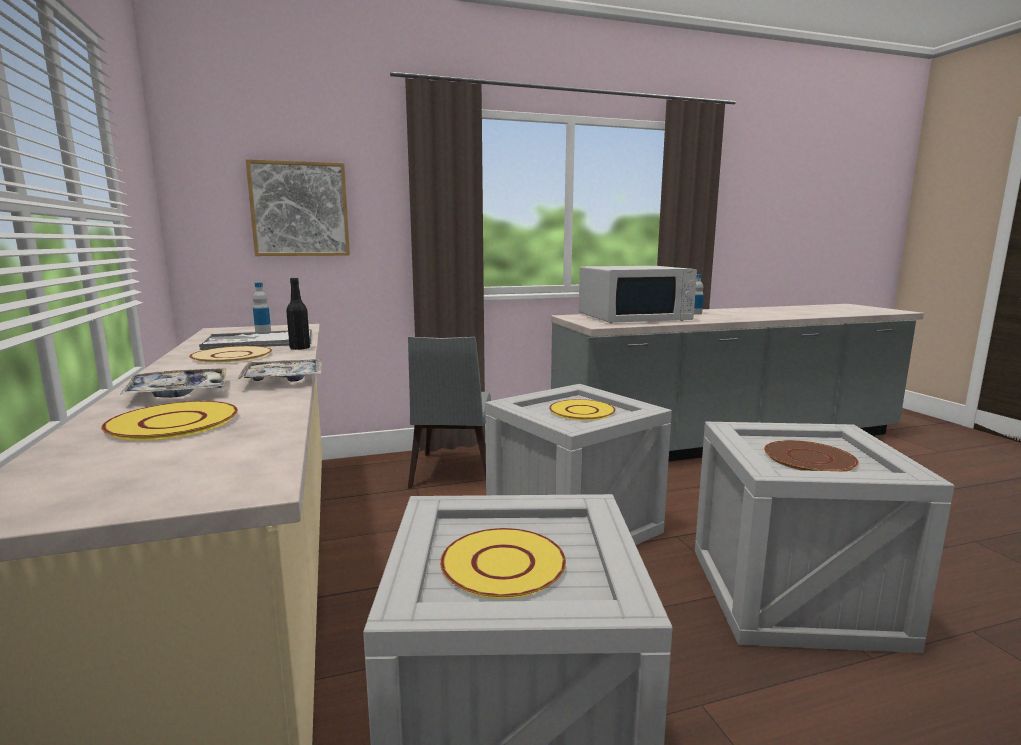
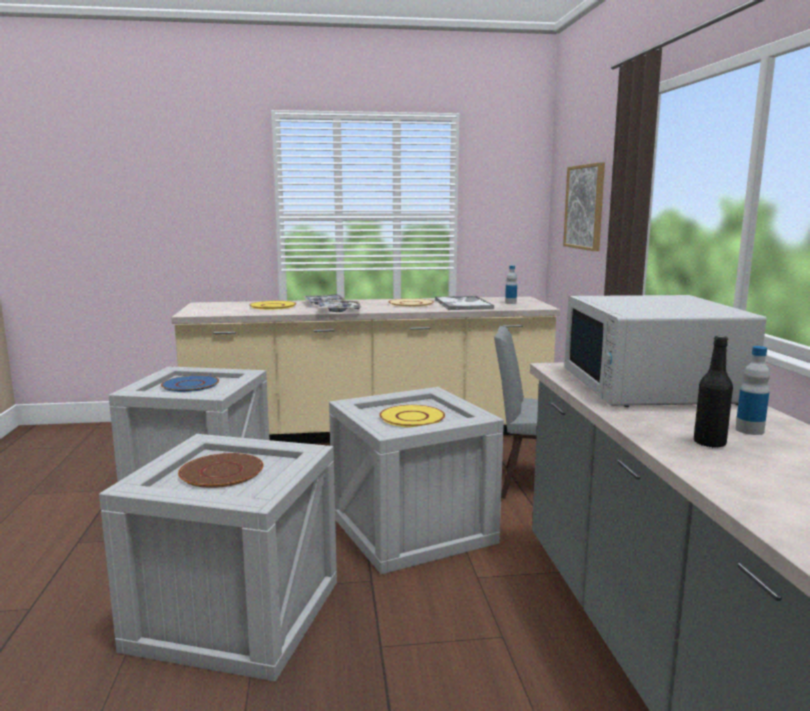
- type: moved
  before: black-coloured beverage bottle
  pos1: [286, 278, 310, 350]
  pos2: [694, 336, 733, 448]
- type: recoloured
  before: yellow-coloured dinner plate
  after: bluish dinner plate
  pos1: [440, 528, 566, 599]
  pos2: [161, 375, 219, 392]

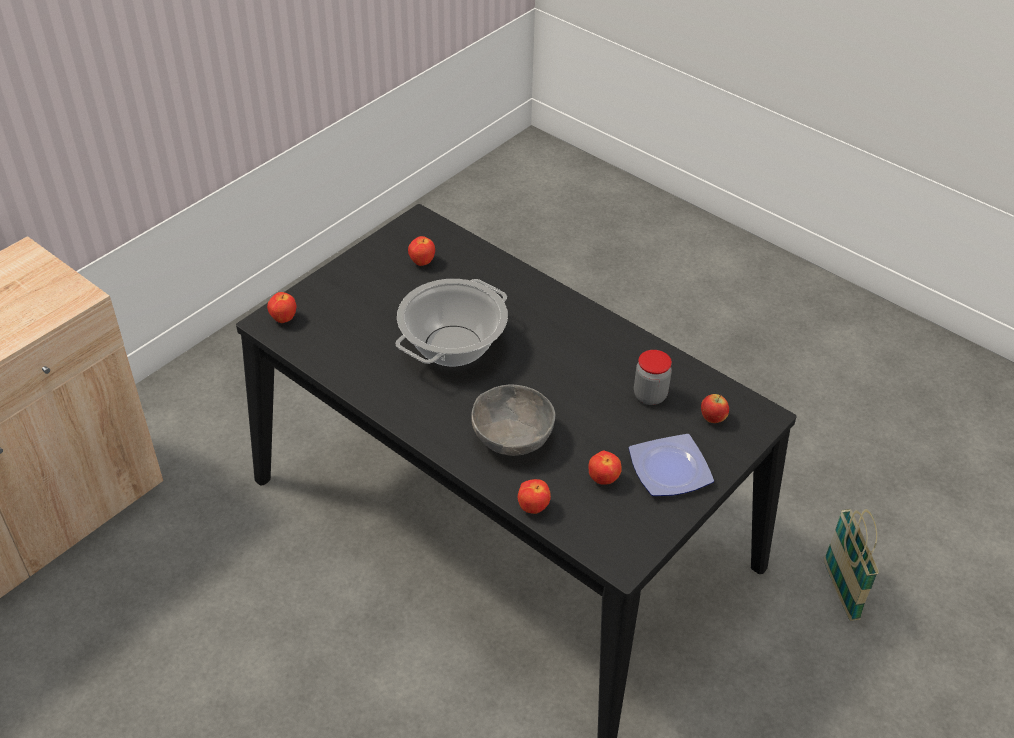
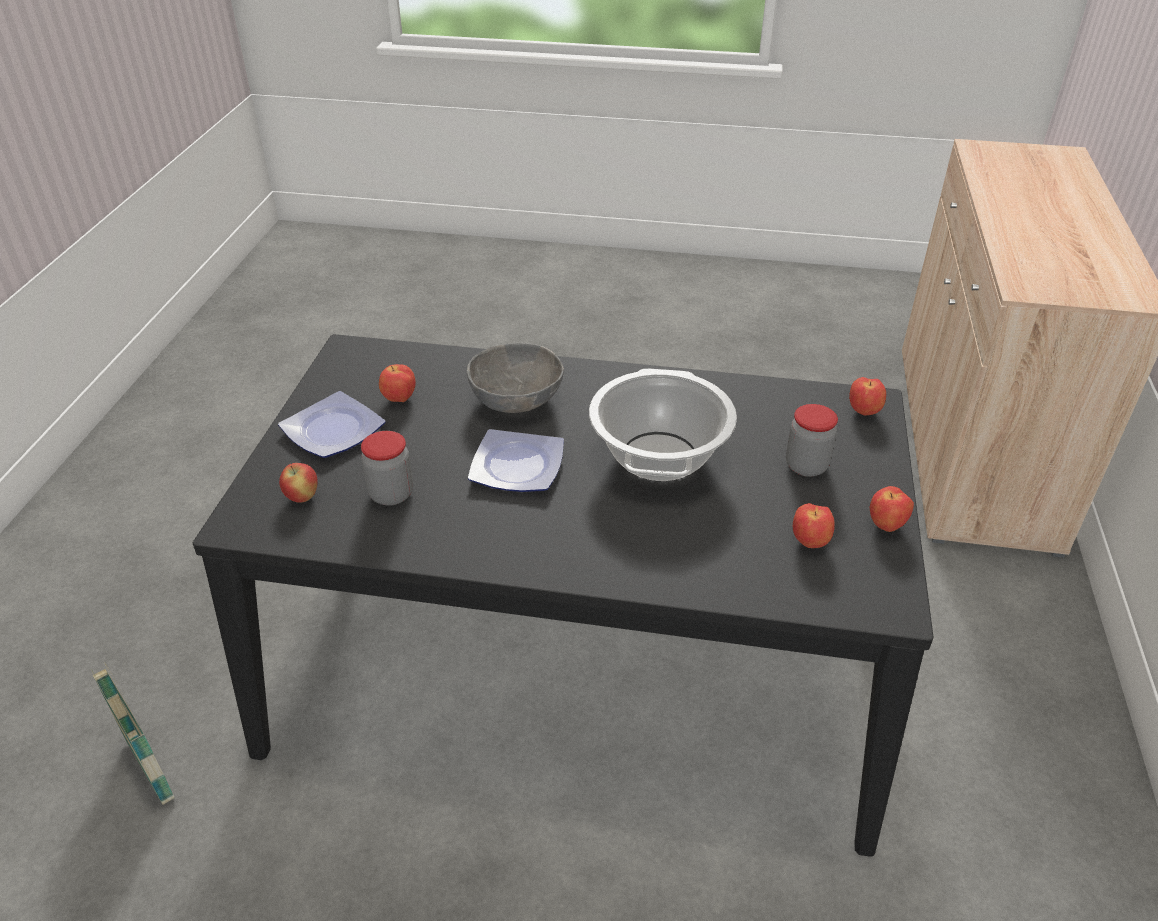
- type: moved
  before: apple fruit
  pos1: [518, 479, 551, 514]
  pos2: [870, 486, 914, 532]
- type: added
  after: storage jar
  pos2: [786, 404, 838, 477]
- type: added
  after: dinner plate
  pos2: [468, 429, 564, 492]

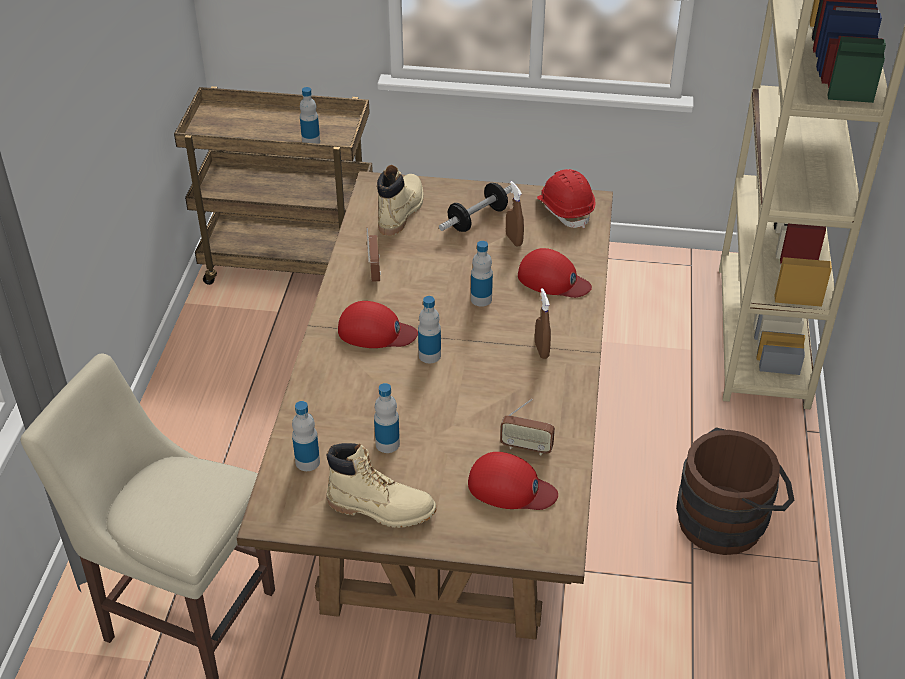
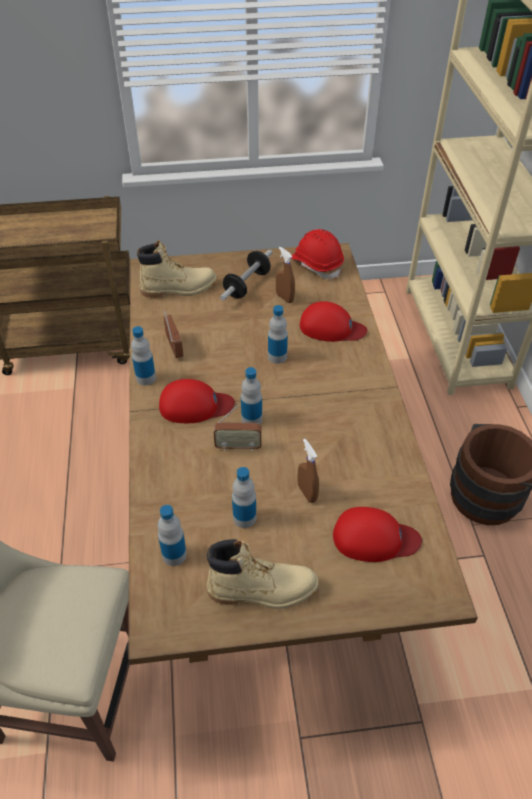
- type: moved
  before: beverage bottle
  pos1: [300, 87, 320, 144]
  pos2: [131, 326, 156, 385]
- type: turned
  before: beige-coloured high-top boot
  pos1: [377, 165, 423, 236]
  pos2: [137, 240, 217, 298]
  turn: 75
- type: moved
  before: brown-coloured sprayer
  pos1: [535, 288, 551, 359]
  pos2: [297, 439, 319, 503]
- type: moved
  before: radio
  pos1: [500, 399, 555, 455]
  pos2: [214, 405, 262, 451]

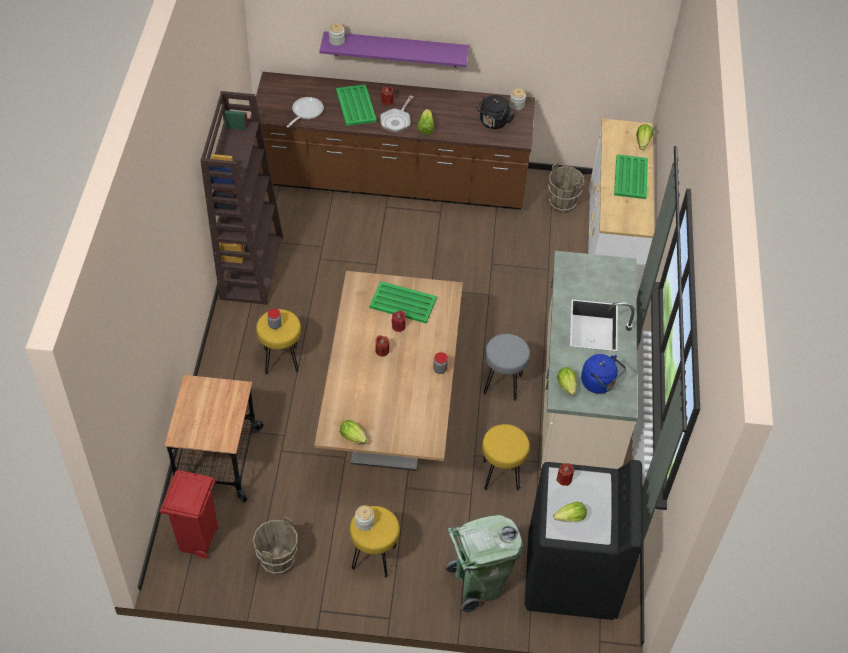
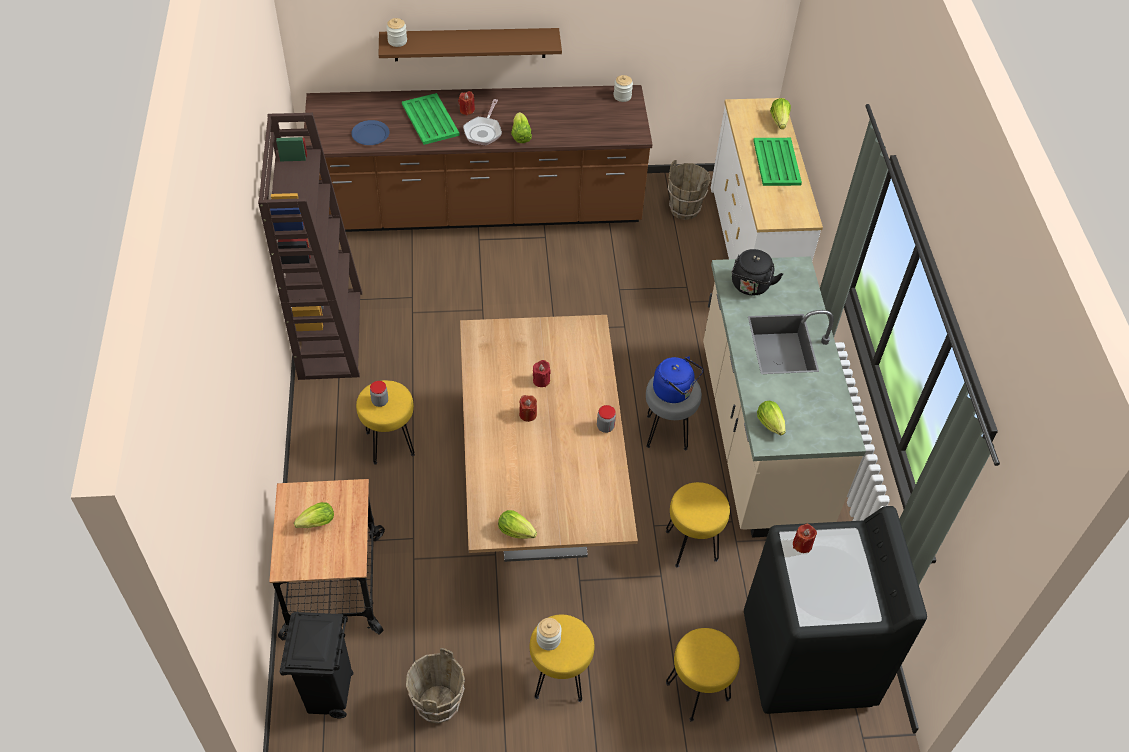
- type: recoloured
  before: purple-coloured shelf
  after: brown-coloured shelf
  pos1: [319, 31, 469, 67]
  pos2: [379, 28, 562, 61]
- type: moved
  before: black-coloured kettle
  pos1: [476, 95, 514, 129]
  pos2: [732, 249, 783, 295]
- type: replaced
  before: skillet
  after: bluish dinner plate
  pos1: [286, 97, 324, 128]
  pos2: [351, 120, 389, 145]
- type: removed
  before: green serving tray
  pos1: [369, 281, 437, 323]
- type: moved
  before: bluish kettle
  pos1: [581, 354, 626, 394]
  pos2: [653, 356, 703, 403]
- type: recoloured
  before: reddish rubbish bin
  after: black-coloured rubbish bin
  pos1: [160, 470, 219, 559]
  pos2: [280, 612, 354, 719]
- type: moved
  before: head of lettuce
  pos1: [554, 502, 587, 522]
  pos2: [294, 502, 334, 528]
- type: replaced
  before: green rubbish bin
  after: yellow-coloured stool seat
  pos1: [445, 515, 523, 613]
  pos2: [666, 628, 740, 722]

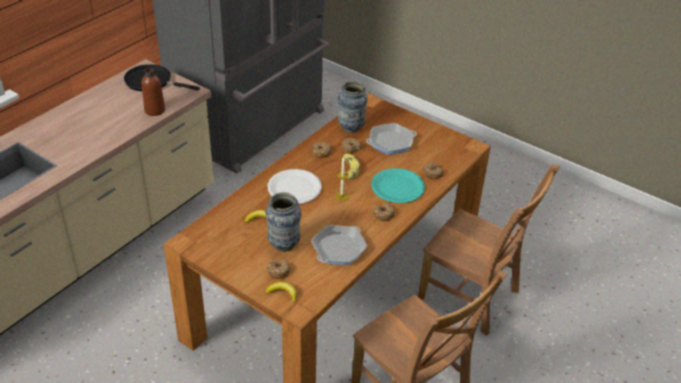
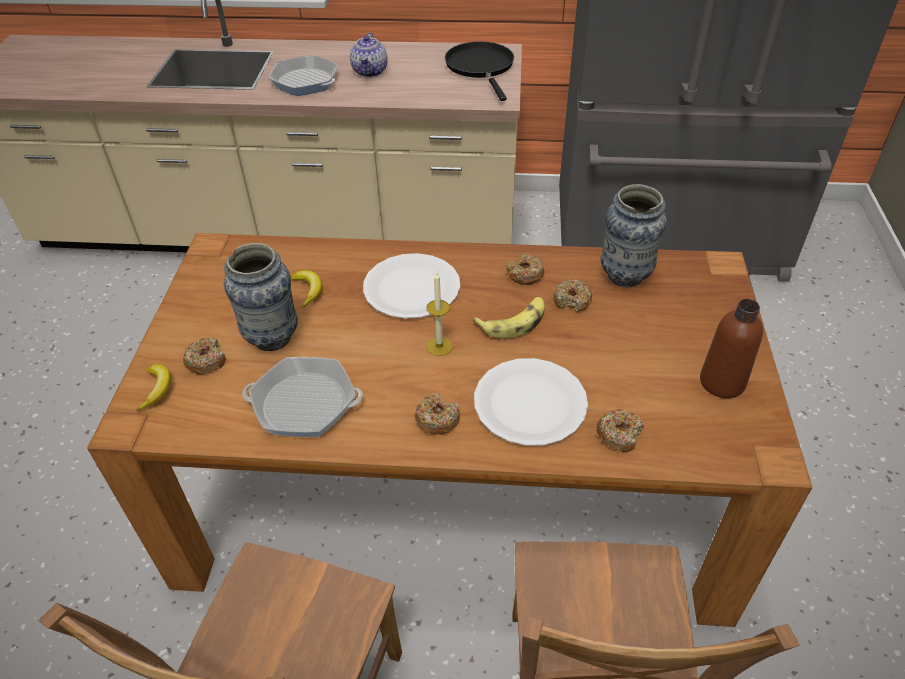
- type: moved
  before: brown-coloured beverage bottle
  pos1: [142, 68, 165, 116]
  pos2: [700, 299, 763, 398]
- type: moved
  before: skillet
  pos1: [366, 123, 417, 155]
  pos2: [269, 55, 338, 96]
- type: recoloured
  before: turquoise dinner plate
  after: white dinner plate
  pos1: [371, 168, 425, 203]
  pos2: [474, 358, 588, 446]
- type: added
  after: teapot
  pos2: [350, 32, 388, 77]

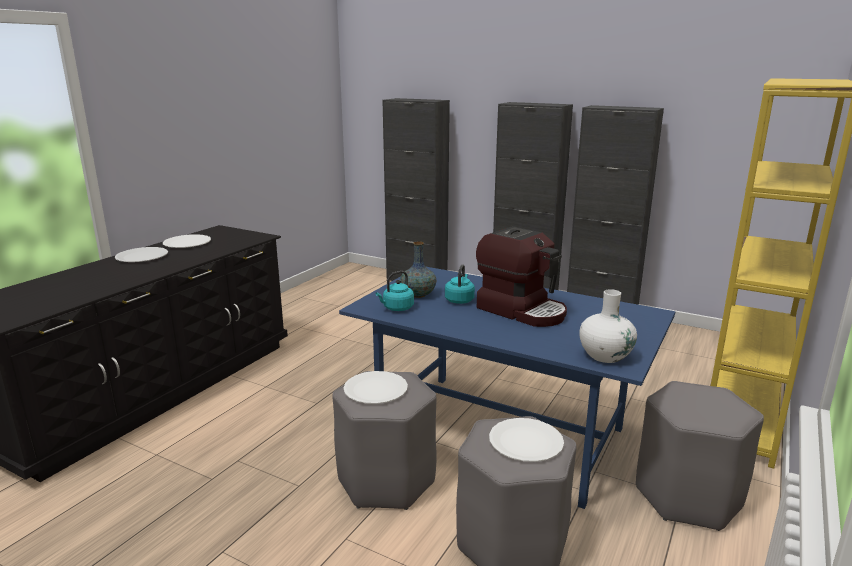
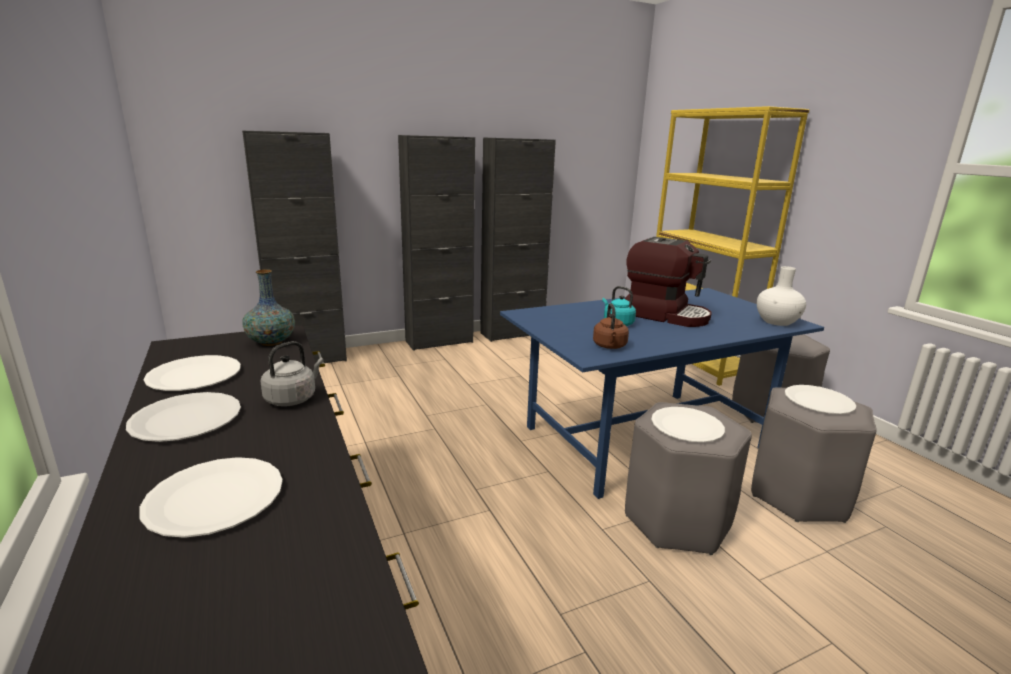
- type: turned
  before: coffee brewer
  pos1: [476, 226, 567, 327]
  pos2: [625, 237, 712, 327]
  turn: 45
- type: moved
  before: decorative vase
  pos1: [400, 241, 436, 298]
  pos2: [242, 269, 295, 346]
- type: recoloured
  before: turquoise kettle
  after: brown-coloured kettle
  pos1: [375, 271, 414, 311]
  pos2: [593, 303, 629, 349]
- type: added
  after: greyish kettle
  pos2: [260, 341, 324, 406]
- type: added
  after: white dinner plate
  pos2: [139, 457, 283, 538]

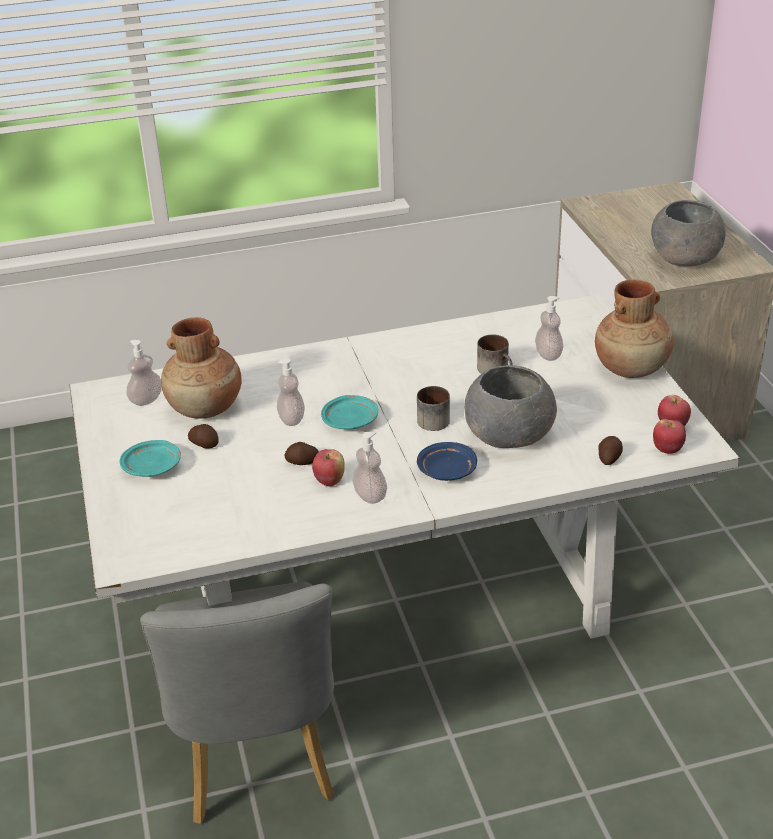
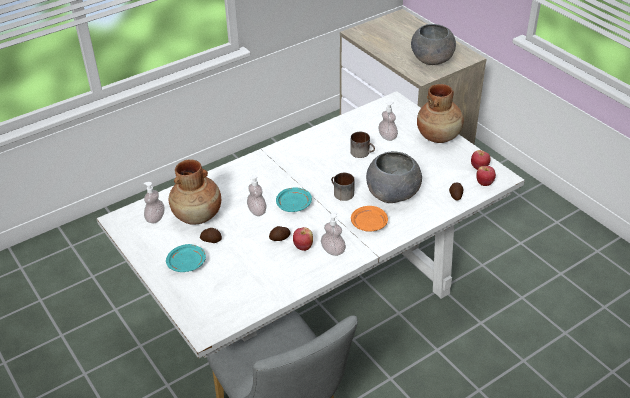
- type: recoloured
  before: bluish dinner plate
  after: orange-coloured dinner plate
  pos1: [417, 442, 477, 481]
  pos2: [351, 206, 388, 232]

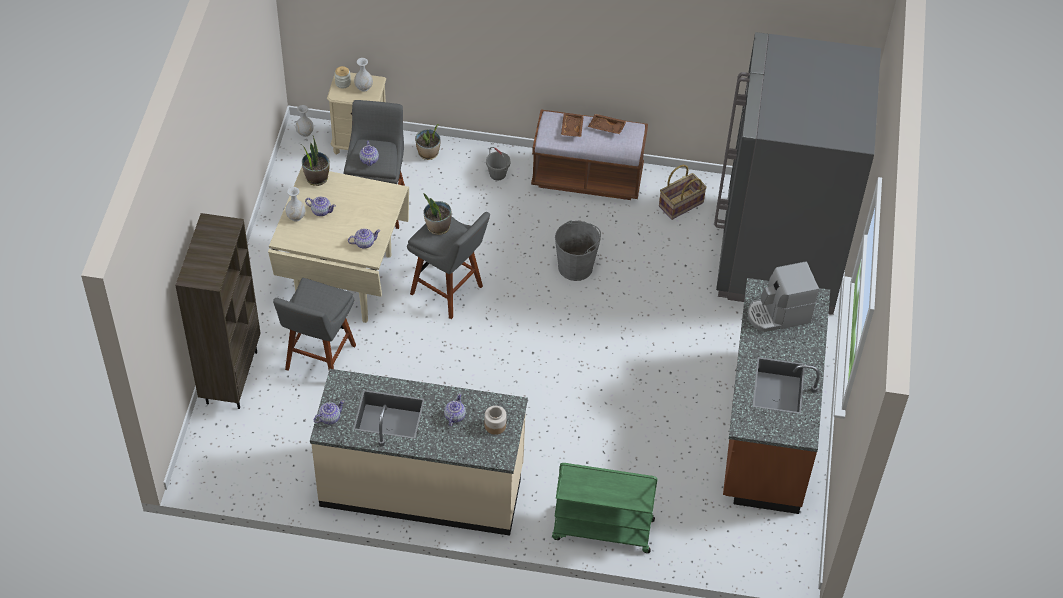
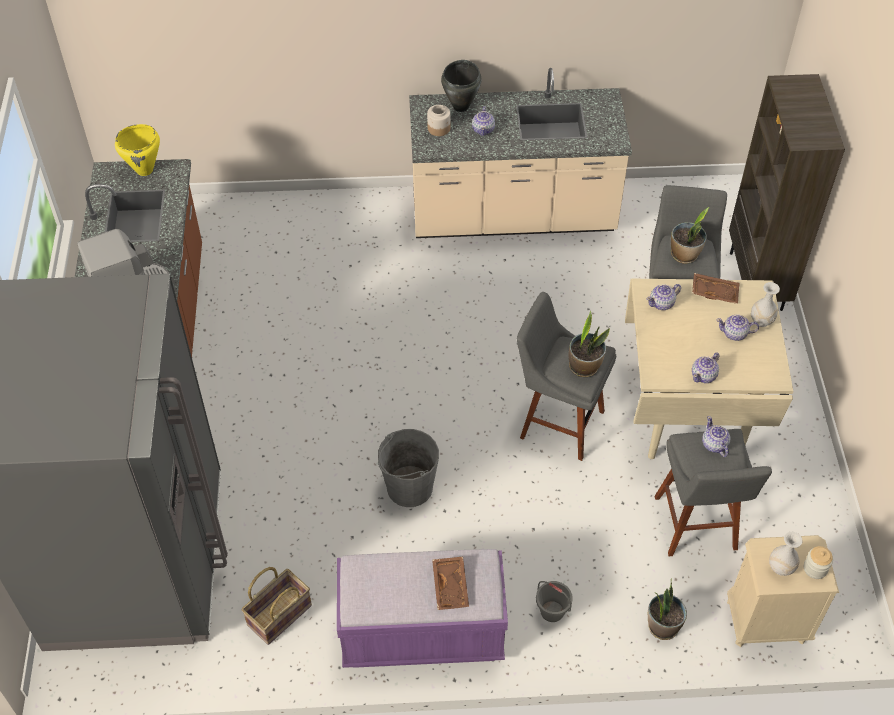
- type: removed
  before: white decorative vase
  pos1: [296, 105, 314, 137]
- type: recoloured
  before: brown-coloured long seat
  after: purple-coloured long seat
  pos1: [531, 109, 648, 200]
  pos2: [337, 549, 508, 668]
- type: moved
  before: brown-coloured serving tray
  pos1: [588, 114, 627, 134]
  pos2: [692, 273, 740, 304]
- type: moved
  before: houseplant
  pos1: [302, 136, 330, 186]
  pos2: [671, 207, 709, 264]
- type: moved
  before: teapot
  pos1: [314, 400, 345, 424]
  pos2: [692, 352, 720, 383]
- type: removed
  before: green cart
  pos1: [552, 463, 657, 553]
- type: added
  after: black-coloured saucepot
  pos2: [441, 60, 482, 112]
- type: added
  after: yellow-coloured saucepot
  pos2: [115, 124, 160, 176]

